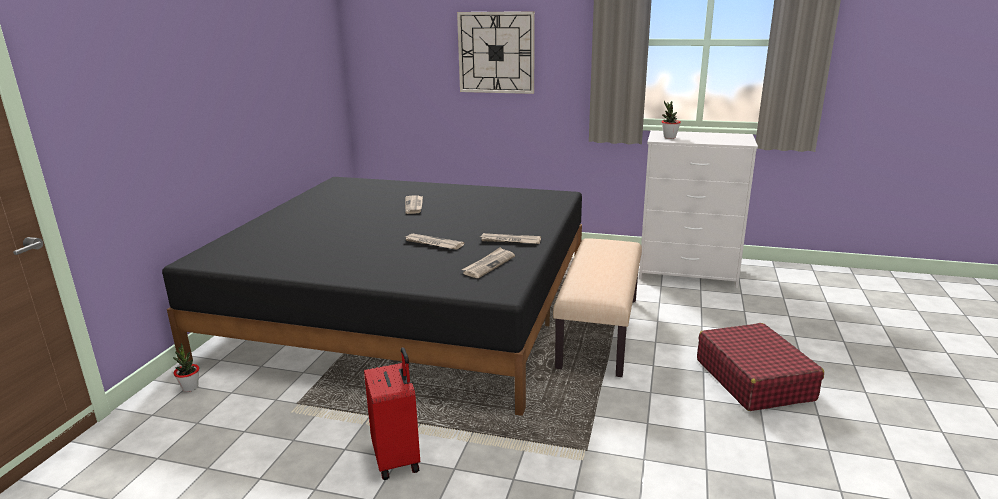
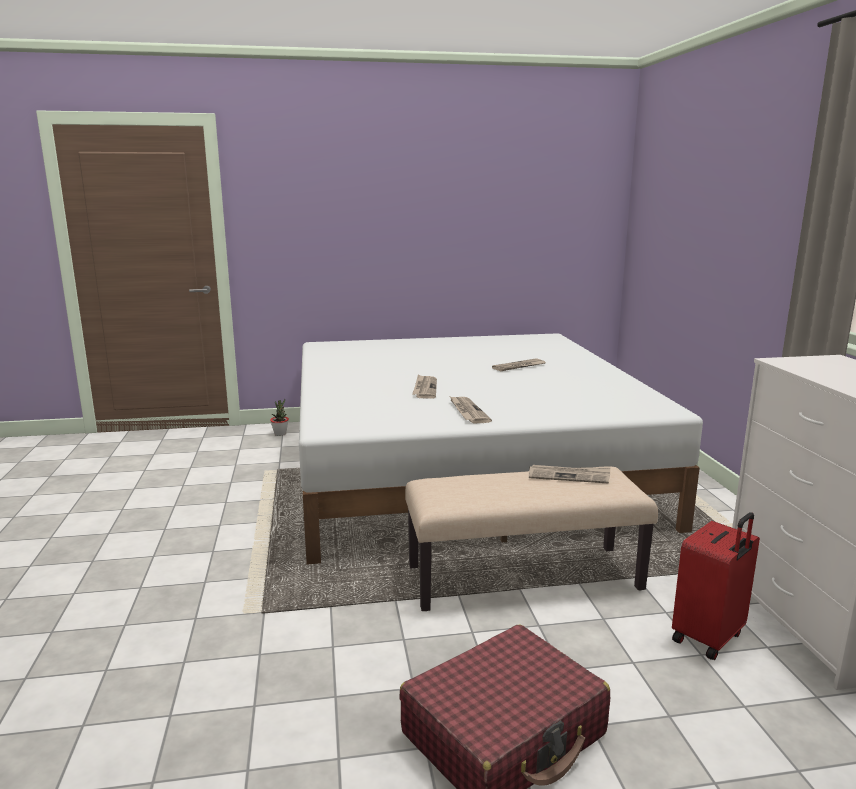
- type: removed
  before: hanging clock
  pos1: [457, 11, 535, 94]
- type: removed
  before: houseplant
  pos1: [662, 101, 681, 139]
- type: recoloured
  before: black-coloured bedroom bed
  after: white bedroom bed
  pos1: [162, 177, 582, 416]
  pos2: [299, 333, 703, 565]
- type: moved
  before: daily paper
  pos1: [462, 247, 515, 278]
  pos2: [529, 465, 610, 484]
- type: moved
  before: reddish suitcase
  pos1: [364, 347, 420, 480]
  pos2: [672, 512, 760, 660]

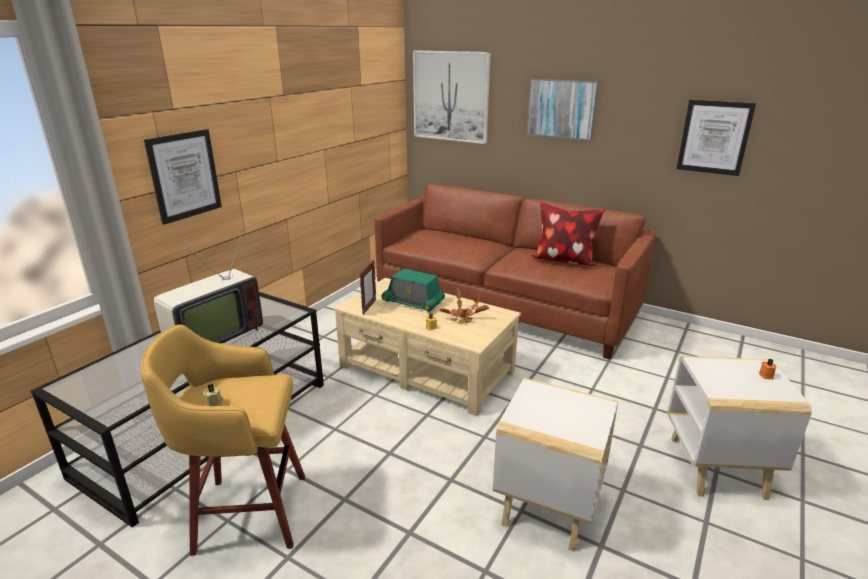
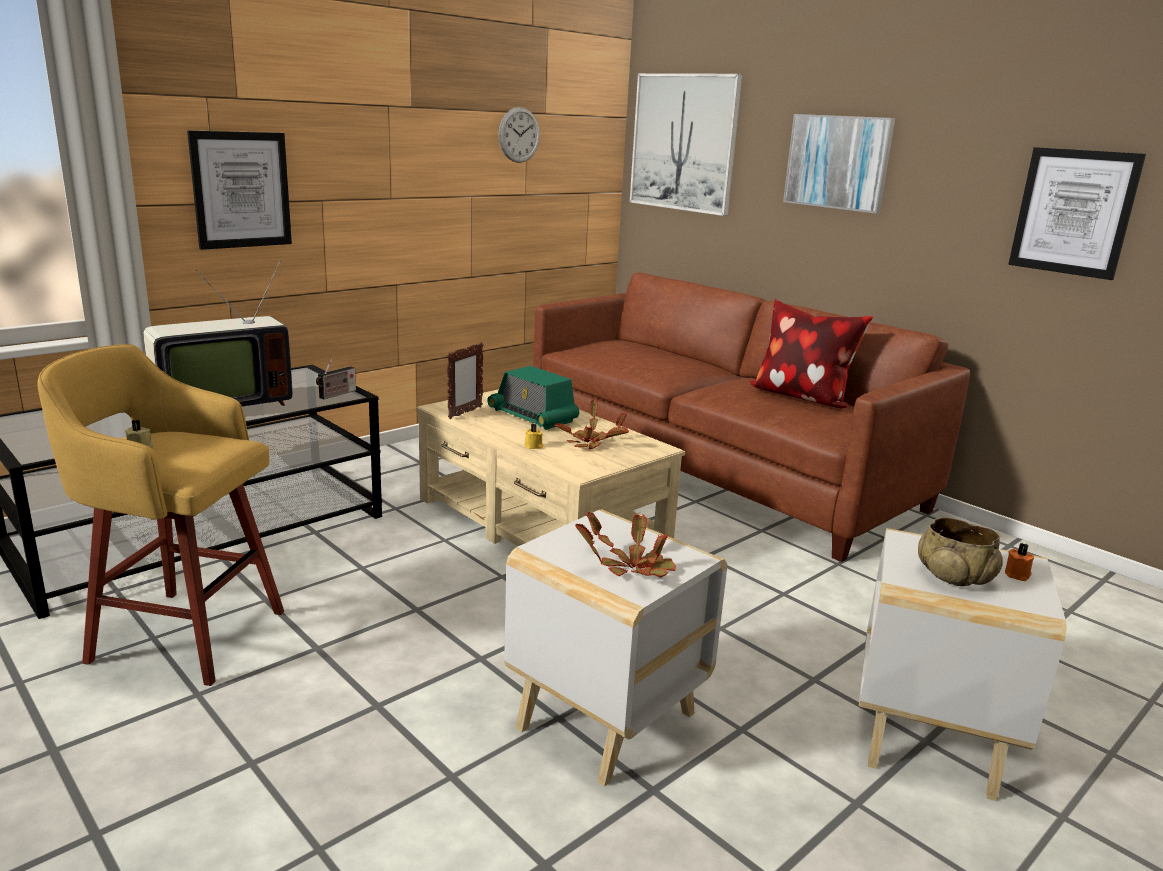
- type: added
  after: hanging clock
  pos2: [498, 107, 540, 163]
- type: added
  after: radio
  pos2: [316, 359, 356, 399]
- type: added
  after: houseplant
  pos2: [575, 512, 676, 578]
- type: added
  after: beige-coloured serving bowl
  pos2: [918, 517, 1003, 586]

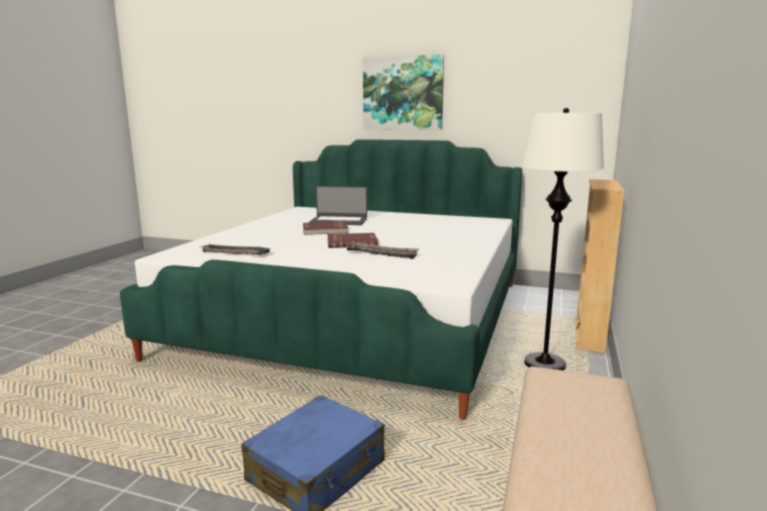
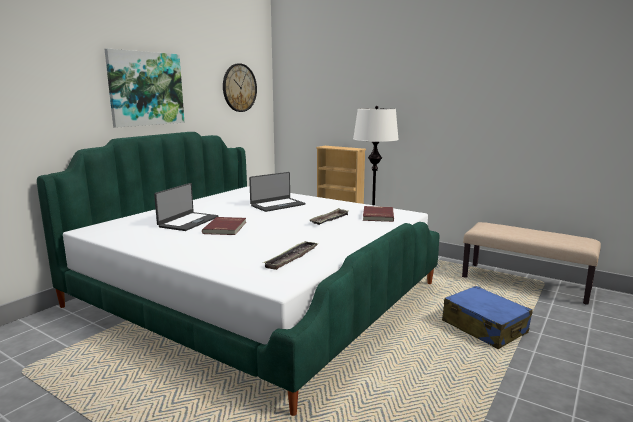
- type: moved
  before: reddish volume
  pos1: [327, 233, 378, 248]
  pos2: [363, 206, 394, 222]
- type: added
  after: hanging clock
  pos2: [223, 64, 257, 112]
- type: added
  after: portable computer
  pos2: [249, 172, 305, 212]

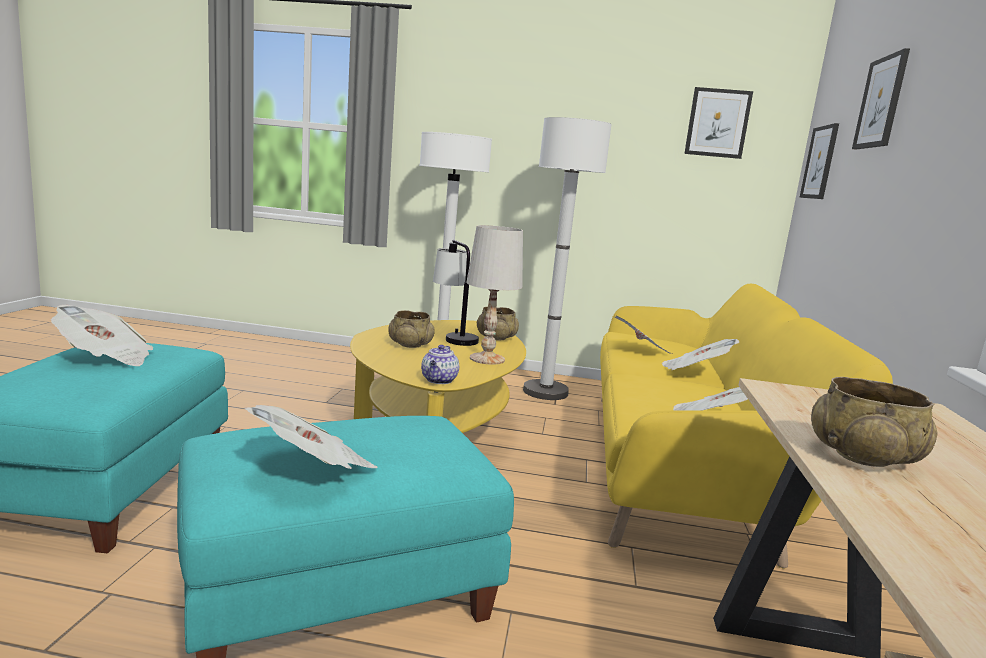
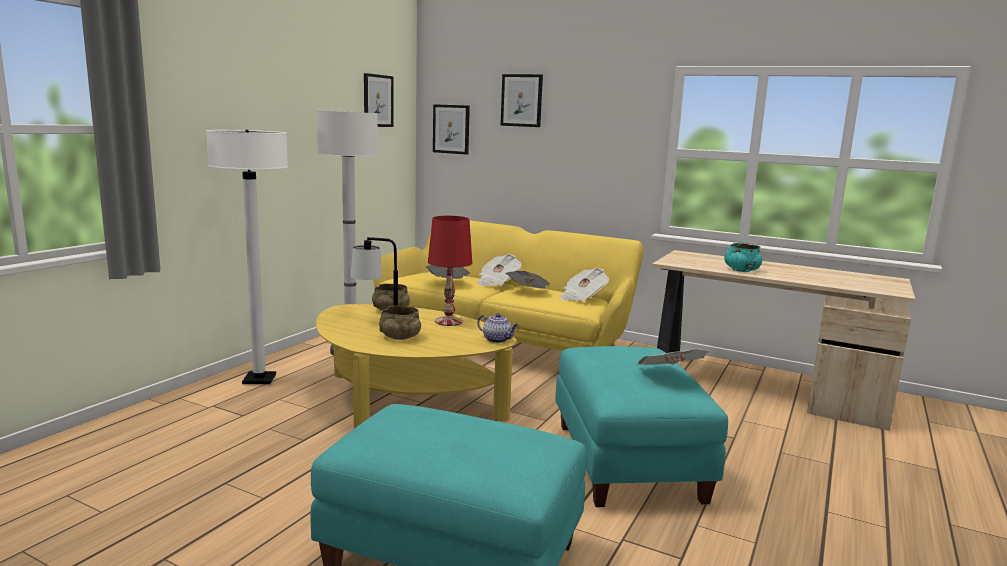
- type: recoloured
  before: white lamp for a table
  after: reddish lamp for a table
  pos1: [466, 225, 523, 365]
  pos2: [428, 216, 472, 326]
- type: moved
  before: daily paper
  pos1: [51, 305, 154, 366]
  pos2: [505, 271, 550, 288]
- type: recoloured
  before: beige-coloured serving bowl
  after: turquoise serving bowl
  pos1: [811, 377, 938, 467]
  pos2: [724, 243, 762, 272]

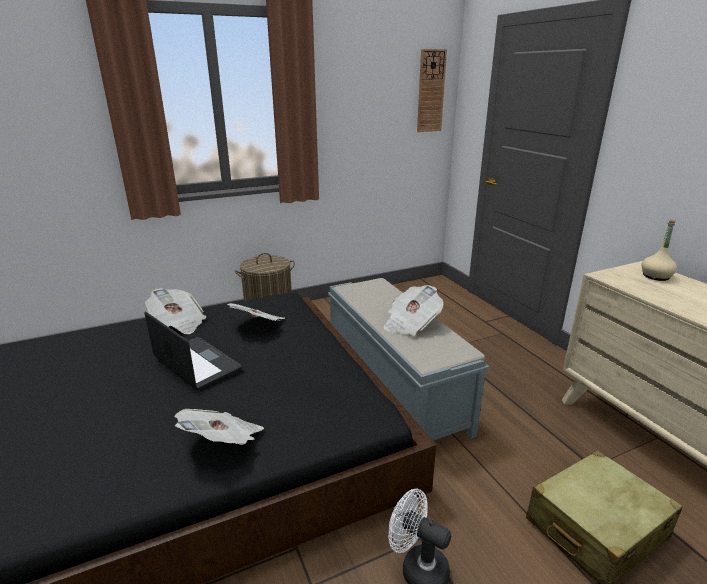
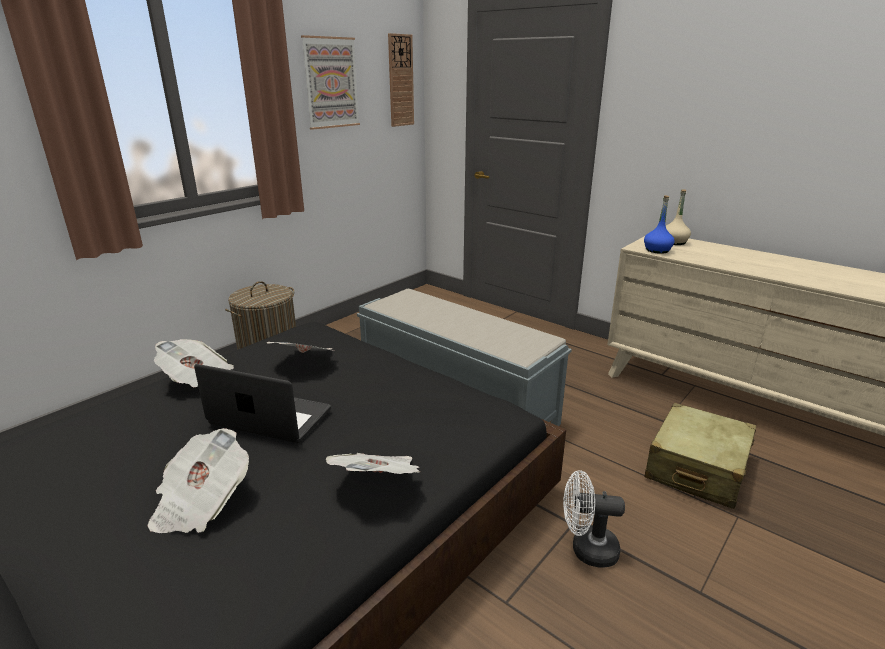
- type: moved
  before: daily paper
  pos1: [383, 285, 444, 336]
  pos2: [147, 428, 249, 533]
- type: added
  after: wall art
  pos2: [301, 35, 360, 130]
- type: added
  after: bluish beverage bottle
  pos2: [644, 195, 674, 254]

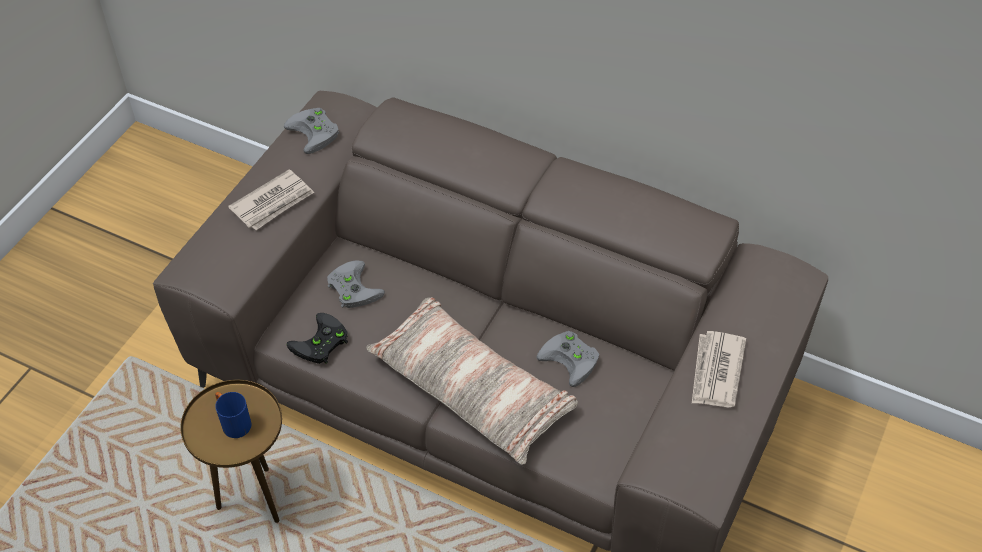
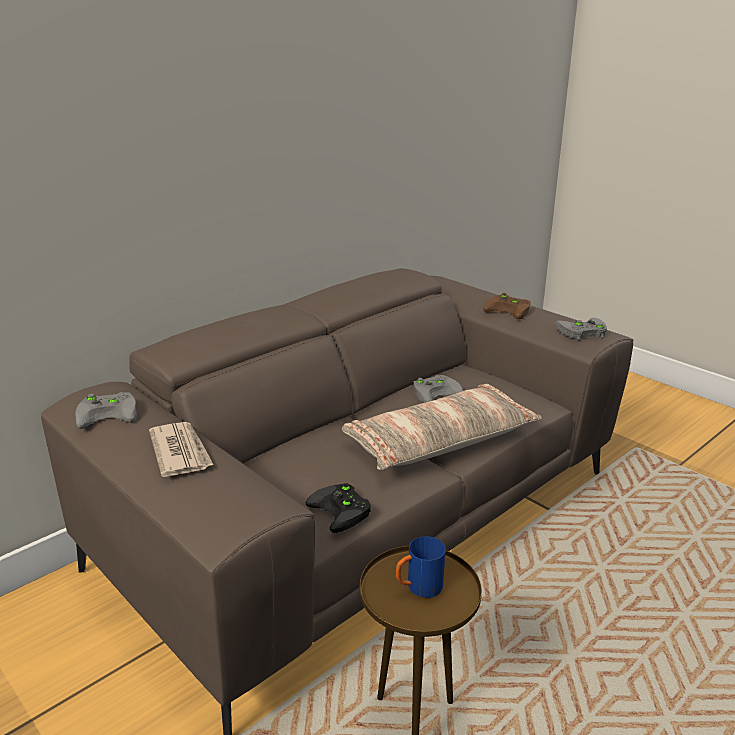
- type: moved
  before: greyish gamepad
  pos1: [327, 260, 385, 308]
  pos2: [555, 318, 607, 340]
- type: replaced
  before: daily paper
  after: brown-coloured gamepad
  pos1: [692, 331, 746, 408]
  pos2: [483, 293, 531, 319]

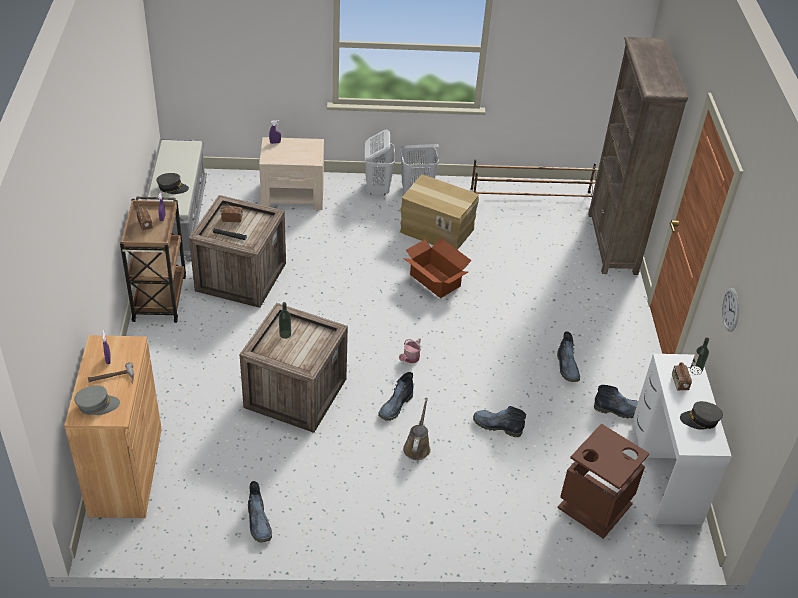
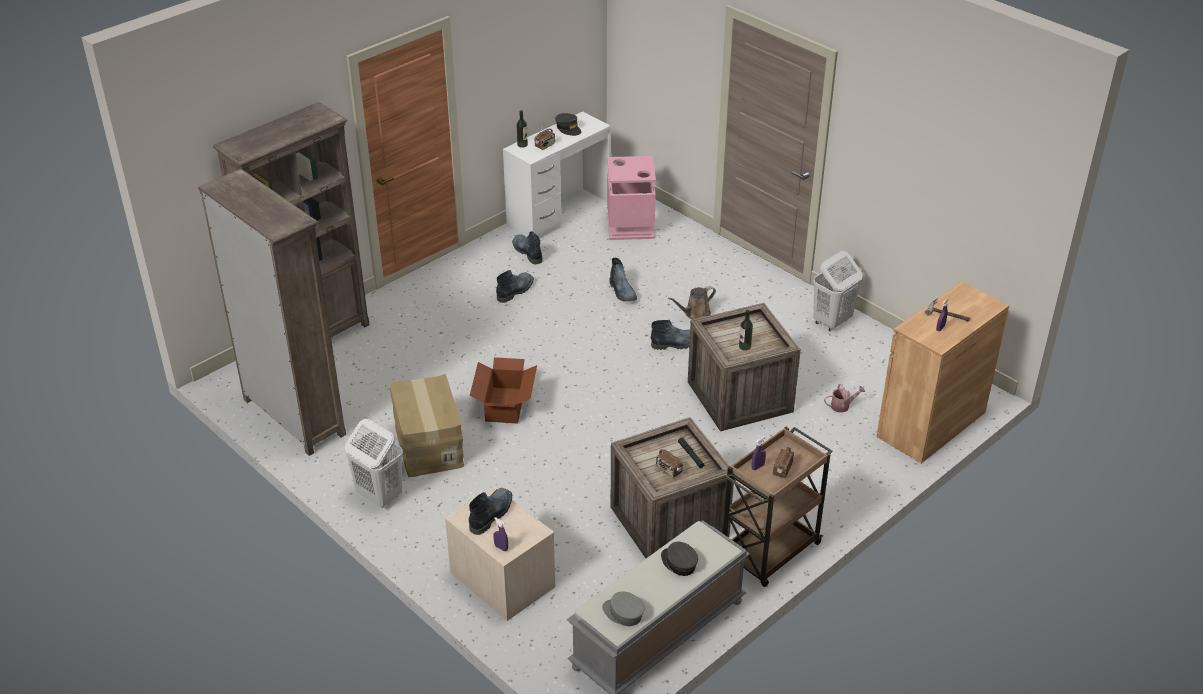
- type: moved
  before: white washing basket
  pos1: [365, 130, 395, 195]
  pos2: [813, 251, 862, 331]
- type: replaced
  before: brown-coloured shoe shelf
  after: brown-coloured bookshelf
  pos1: [471, 159, 596, 197]
  pos2: [198, 169, 346, 456]
- type: removed
  before: hanging clock
  pos1: [722, 288, 739, 332]
- type: moved
  before: watering pot
  pos1: [399, 338, 421, 363]
  pos2: [824, 384, 865, 413]
- type: moved
  before: greyish peaked cap
  pos1: [74, 385, 120, 415]
  pos2: [602, 592, 645, 626]
- type: recoloured
  before: brown-coloured rubbish bin
  after: pinkish rubbish bin
  pos1: [558, 424, 650, 539]
  pos2: [607, 156, 656, 240]
- type: moved
  before: high-top boot
  pos1: [248, 481, 272, 543]
  pos2: [469, 488, 512, 535]

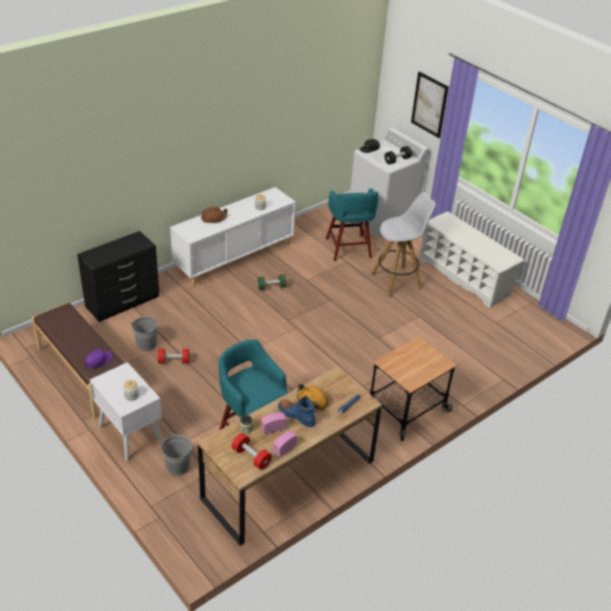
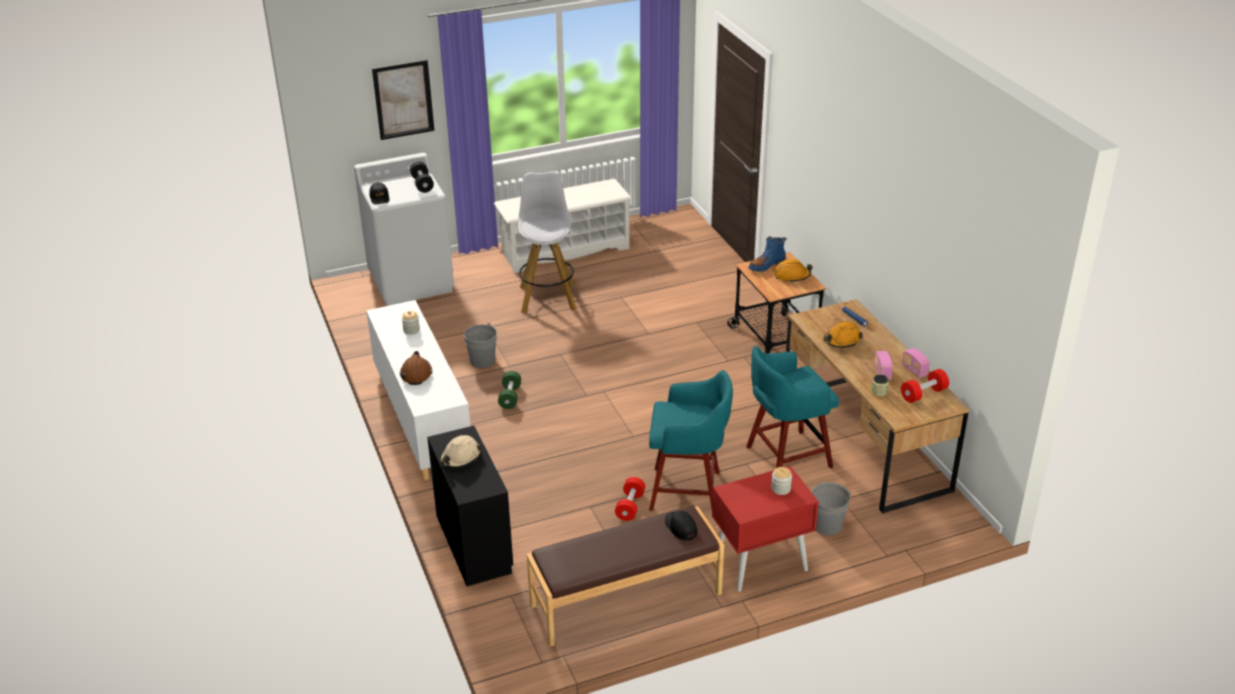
- type: moved
  before: turquoise stool seat
  pos1: [326, 188, 379, 261]
  pos2: [649, 370, 733, 511]
- type: moved
  before: greyish bucket
  pos1: [130, 316, 159, 351]
  pos2: [464, 323, 497, 369]
- type: recoloured
  before: purple-coloured peaked cap
  after: black-coloured peaked cap
  pos1: [85, 349, 113, 369]
  pos2: [665, 511, 697, 541]
- type: recoloured
  before: white night table
  after: reddish night table
  pos1: [90, 362, 163, 461]
  pos2: [712, 466, 819, 592]
- type: moved
  before: bluish high-top boot
  pos1: [278, 396, 318, 427]
  pos2: [748, 236, 787, 272]
- type: added
  after: orange-coloured work helmet
  pos2: [774, 259, 813, 283]
- type: added
  after: beige-coloured work helmet
  pos2: [440, 435, 482, 468]

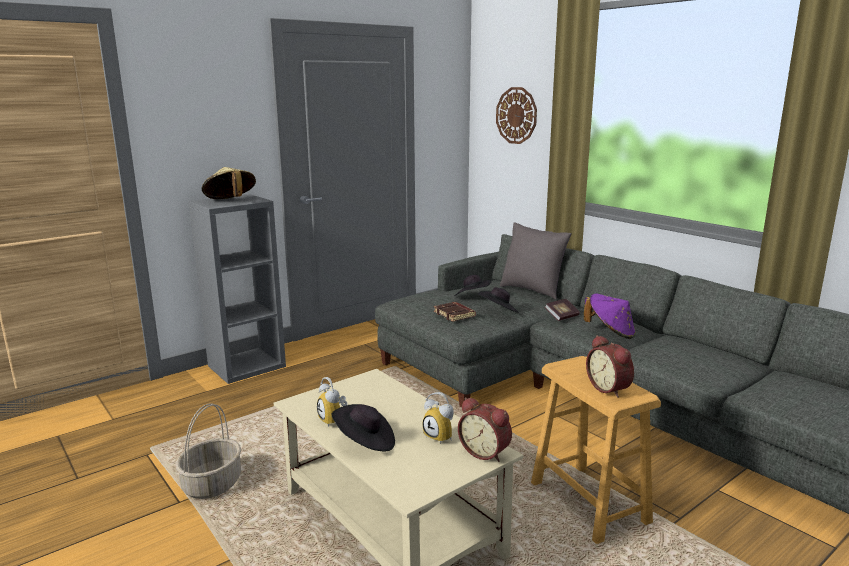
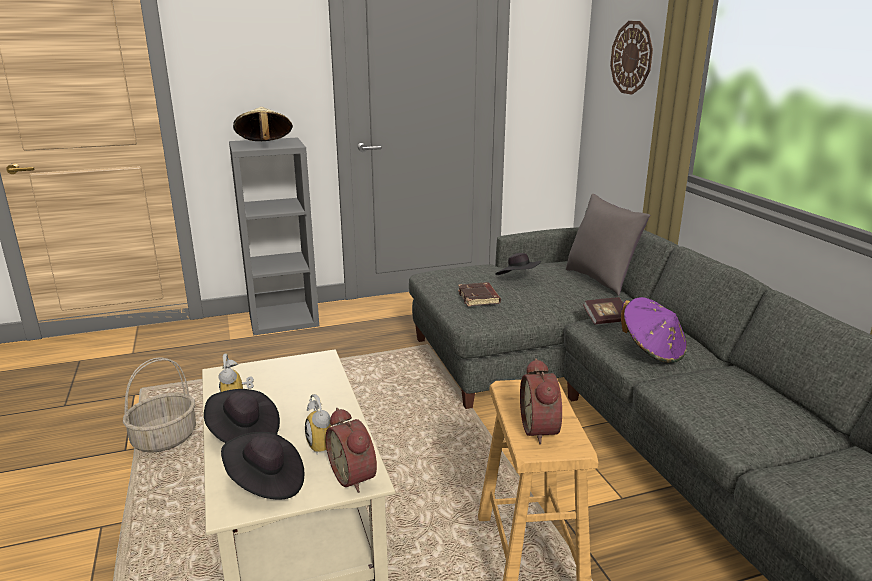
- type: moved
  before: black-coloured clothing hat
  pos1: [478, 287, 519, 313]
  pos2: [221, 432, 304, 500]

